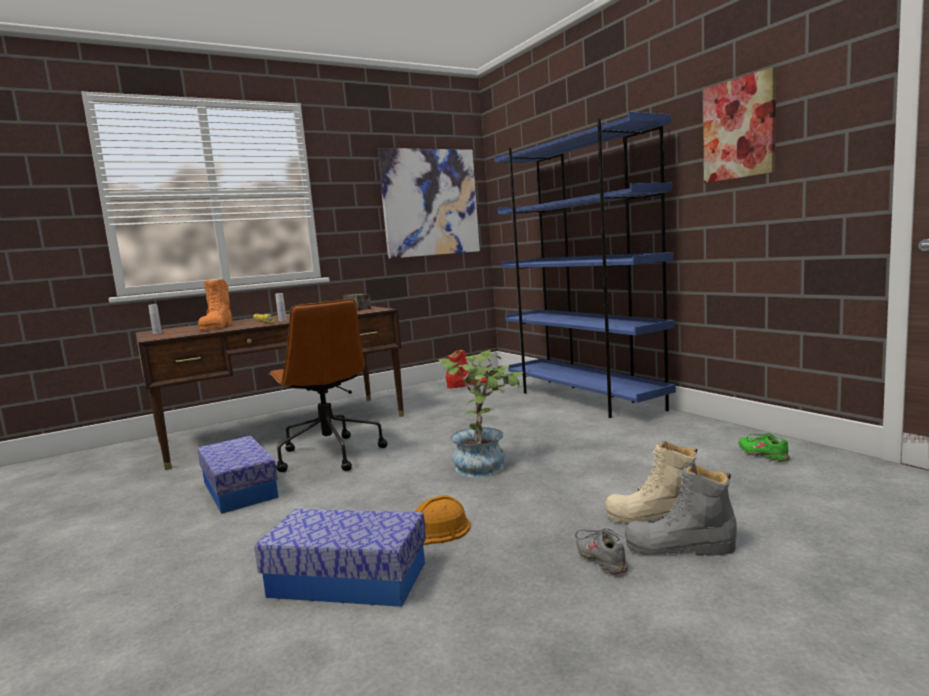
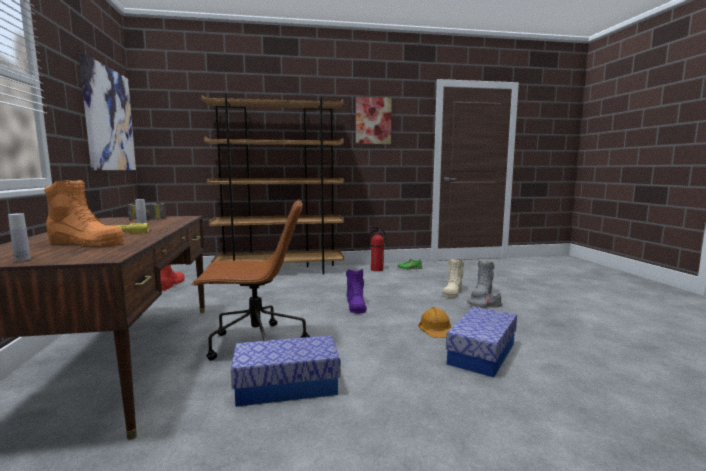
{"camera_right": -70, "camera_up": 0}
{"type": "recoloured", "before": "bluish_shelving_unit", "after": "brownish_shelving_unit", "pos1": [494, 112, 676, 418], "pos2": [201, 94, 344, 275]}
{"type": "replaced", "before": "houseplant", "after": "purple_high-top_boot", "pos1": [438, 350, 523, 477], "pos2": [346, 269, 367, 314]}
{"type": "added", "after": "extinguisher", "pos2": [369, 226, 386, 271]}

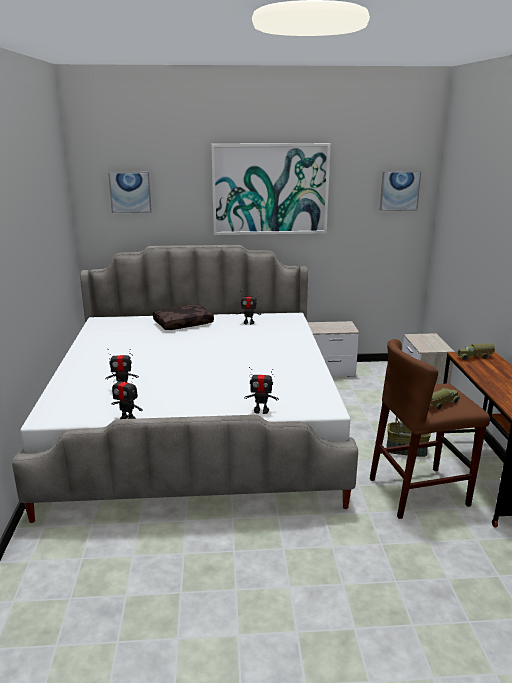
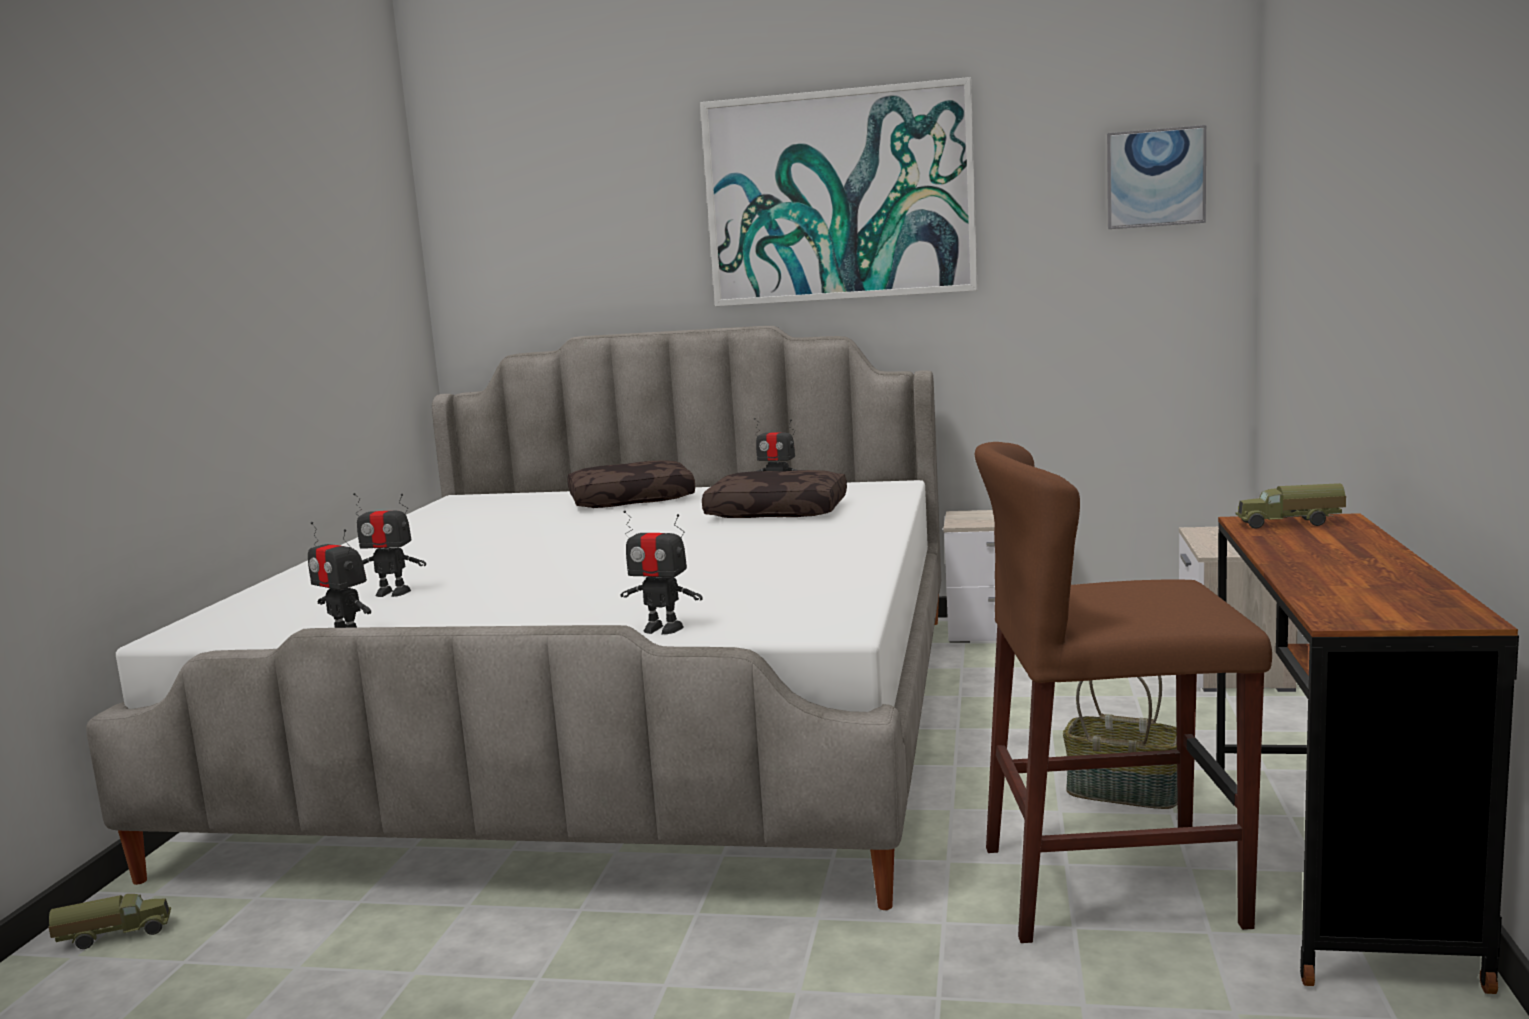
{"camera_right": 15, "camera_up": -10}
{"type": "removed", "before": "wall_art", "pos1": [108, 172, 152, 213]}
{"type": "moved", "before": "toy_truck", "pos1": [430, 388, 461, 409], "pos2": [49, 894, 171, 949]}
{"type": "added", "after": "brownish_pillow", "pos2": [702, 470, 847, 518]}

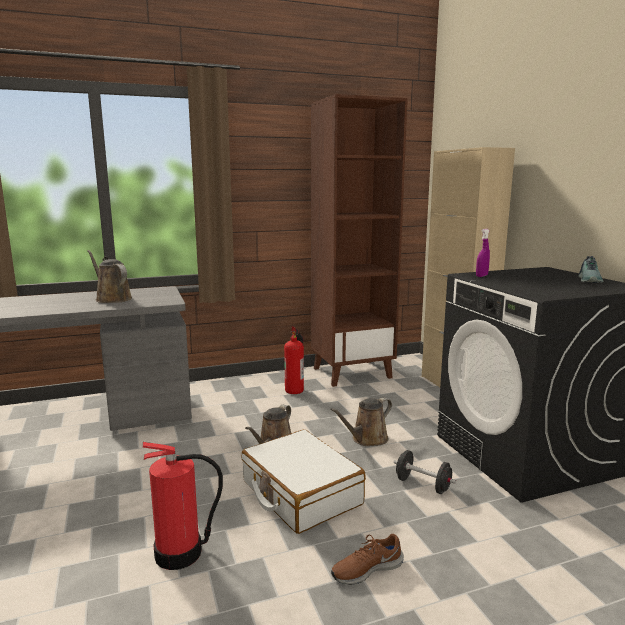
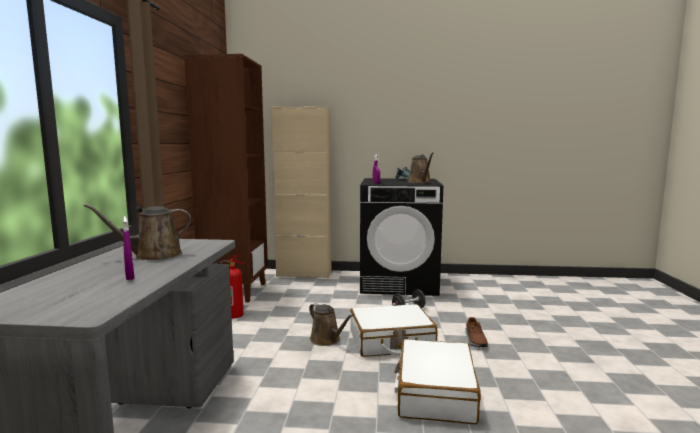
{"camera_right": -65, "camera_up": -5}
{"type": "moved", "before": "brownish_watering_pot", "pos1": [330, 398, 392, 446], "pos2": [408, 152, 434, 183]}
{"type": "replaced", "before": "extinguisher", "after": "whitish_travel_case", "pos1": [143, 442, 223, 570], "pos2": [395, 339, 481, 424]}
{"type": "added", "after": "purple_hand_sprayer", "pos2": [123, 216, 134, 280]}

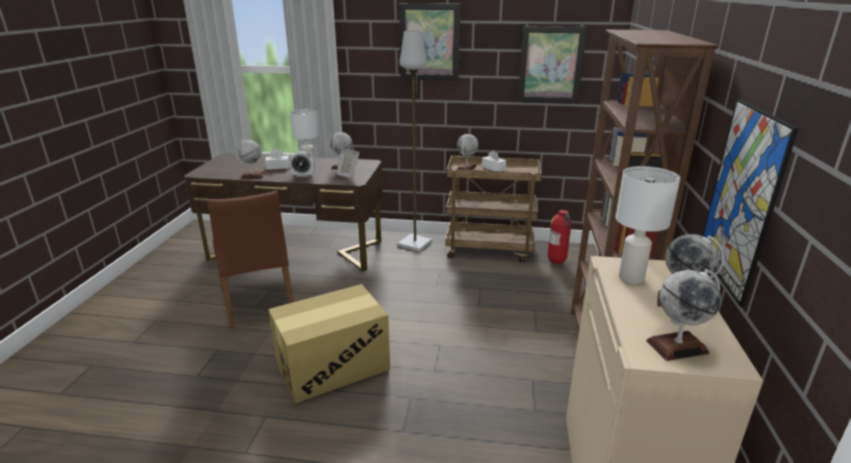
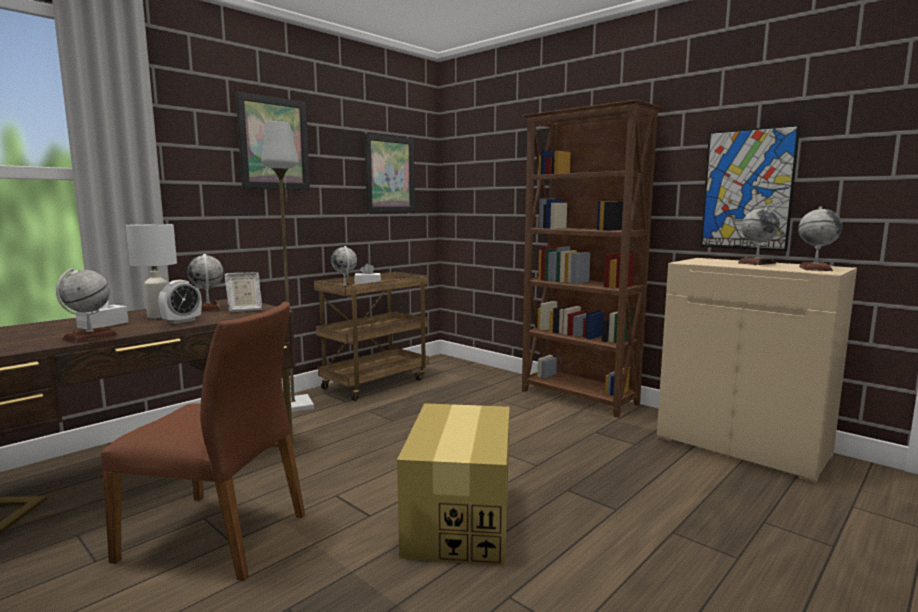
{"camera_right": -55, "camera_up": -15}
{"type": "removed", "before": "whitish_tabletop_lamp", "pos1": [615, 166, 680, 284]}
{"type": "removed", "before": "extinguisher", "pos1": [548, 210, 572, 264]}

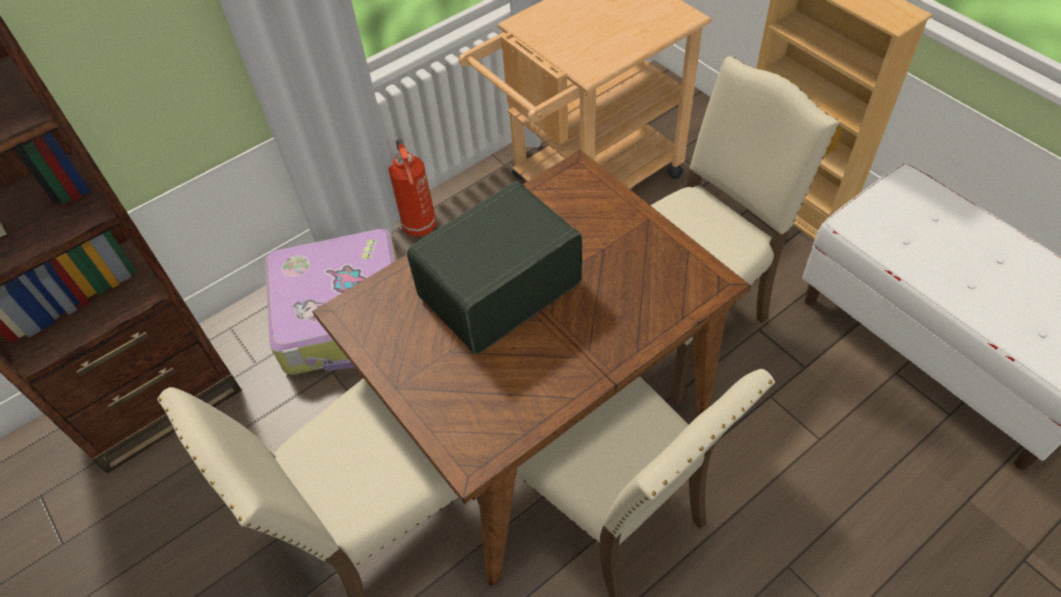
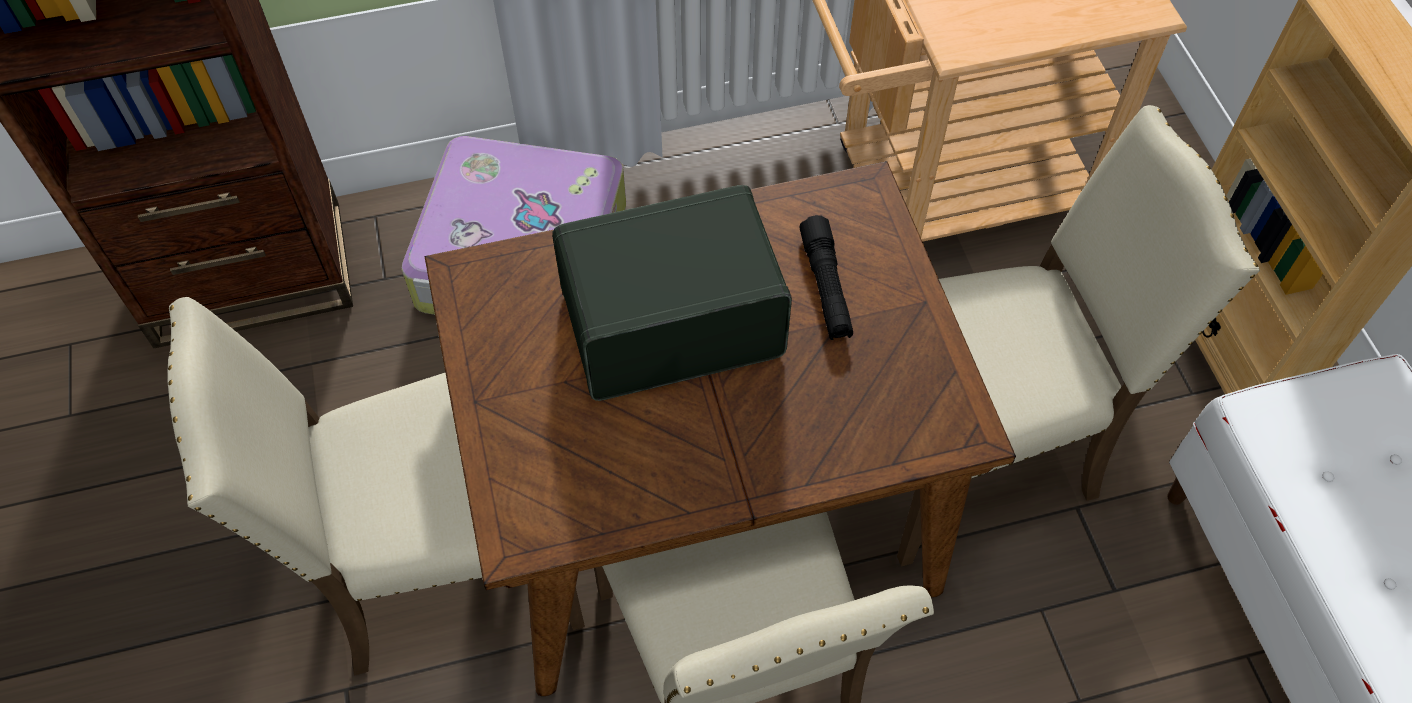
{"camera_right": 20, "camera_up": 5}
{"type": "removed", "before": "extinguisher", "pos1": [388, 139, 436, 237]}
{"type": "added", "after": "blackish_hand_torch", "pos2": [800, 215, 853, 340]}

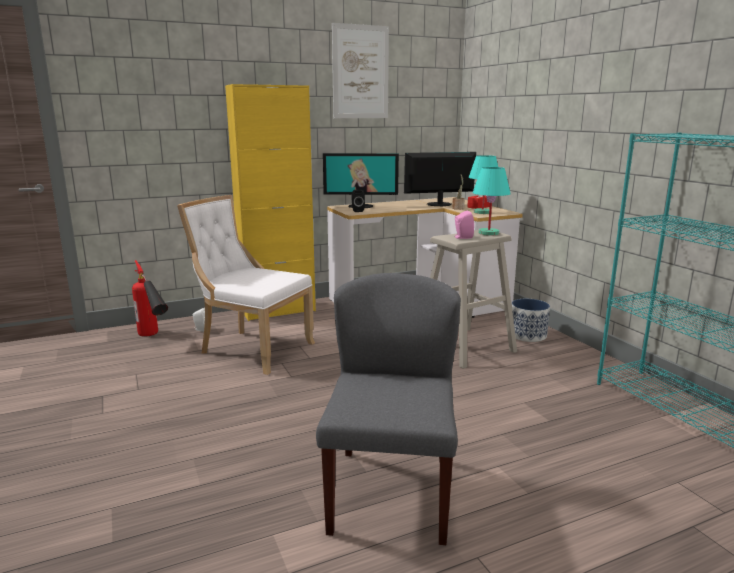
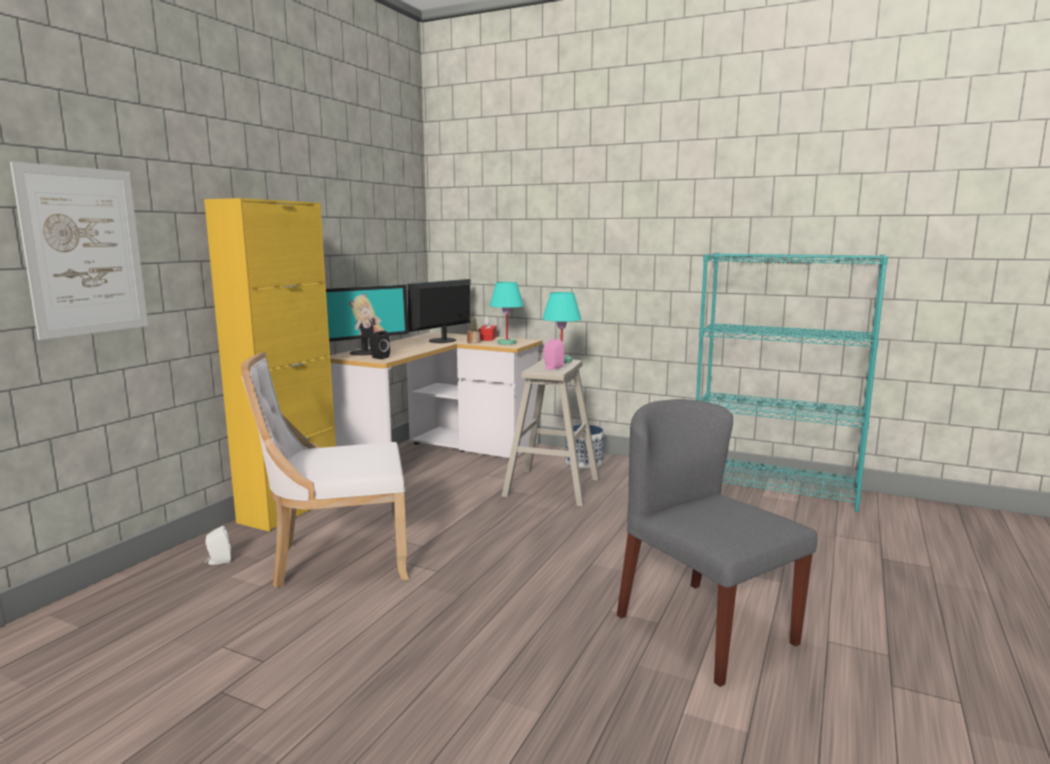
{"camera_right": -40, "camera_up": -5}
{"type": "moved", "before": "wall_art", "pos1": [332, 23, 389, 118], "pos2": [10, 162, 148, 340]}
{"type": "removed", "before": "extinguisher", "pos1": [132, 260, 168, 337]}

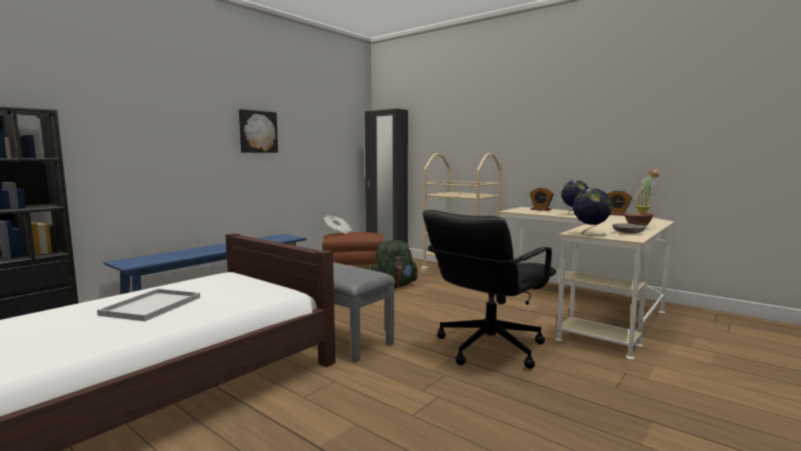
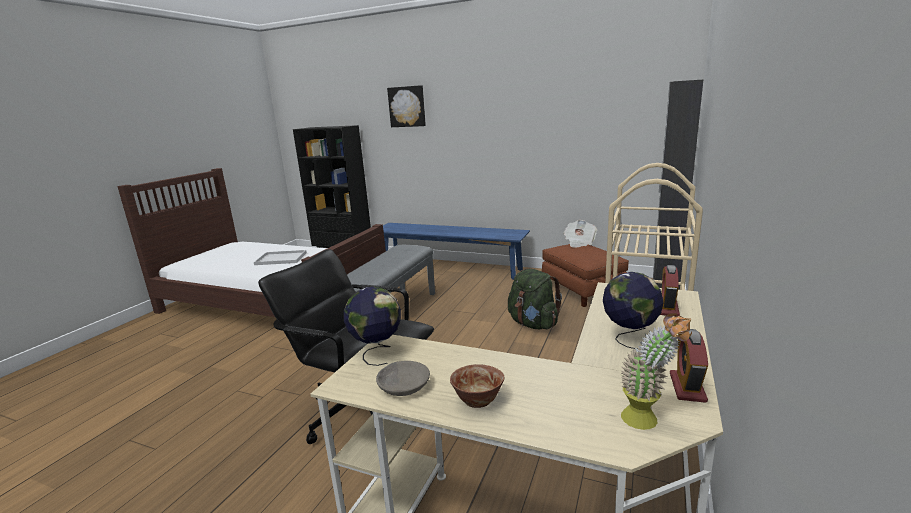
{"camera_right": 75, "camera_up": 10}
{"type": "moved", "before": "wall_art", "pos1": [239, 109, 278, 153], "pos2": [387, 85, 426, 127]}

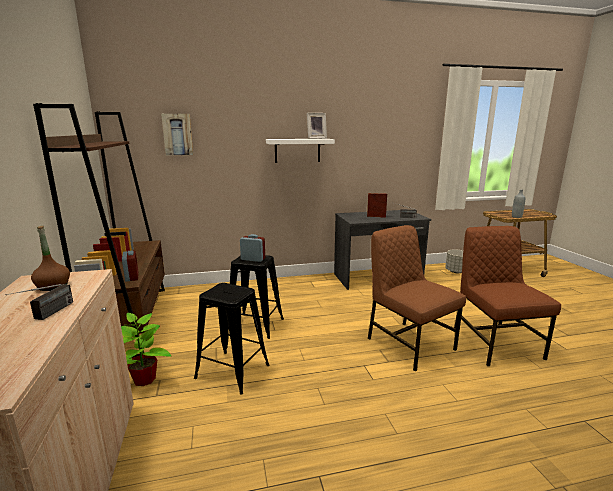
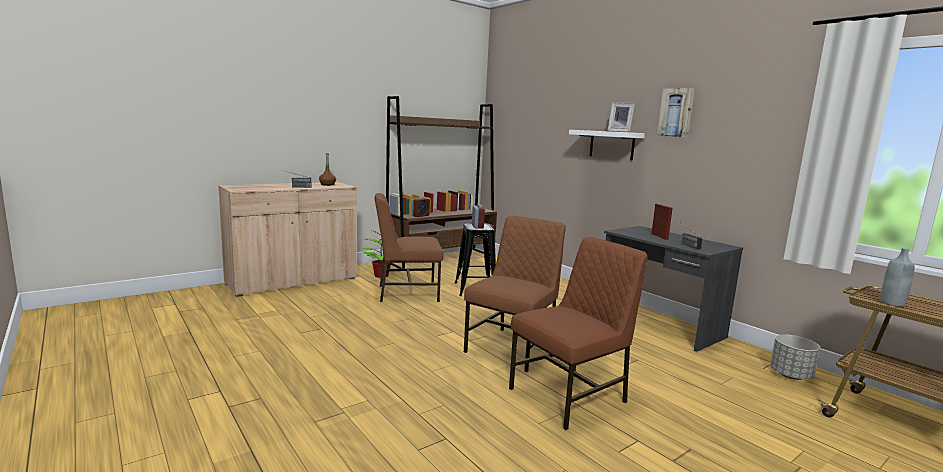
{"camera_right": 65, "camera_up": -5}
{"type": "moved", "before": "wall_art", "pos1": [161, 114, 193, 155], "pos2": [657, 88, 695, 137]}
{"type": "replaced", "before": "blackish_stool_seat", "after": "brownish_chair", "pos1": [194, 283, 270, 395], "pos2": [375, 193, 444, 302]}

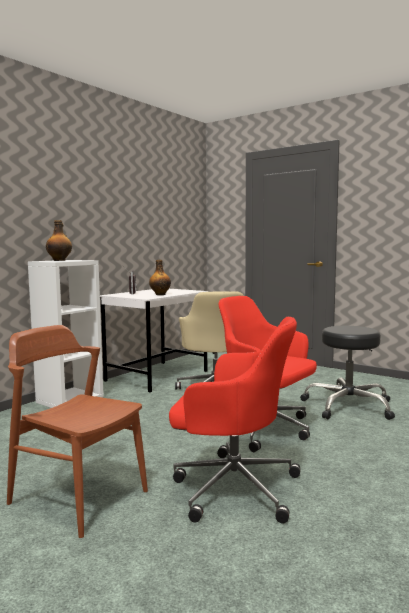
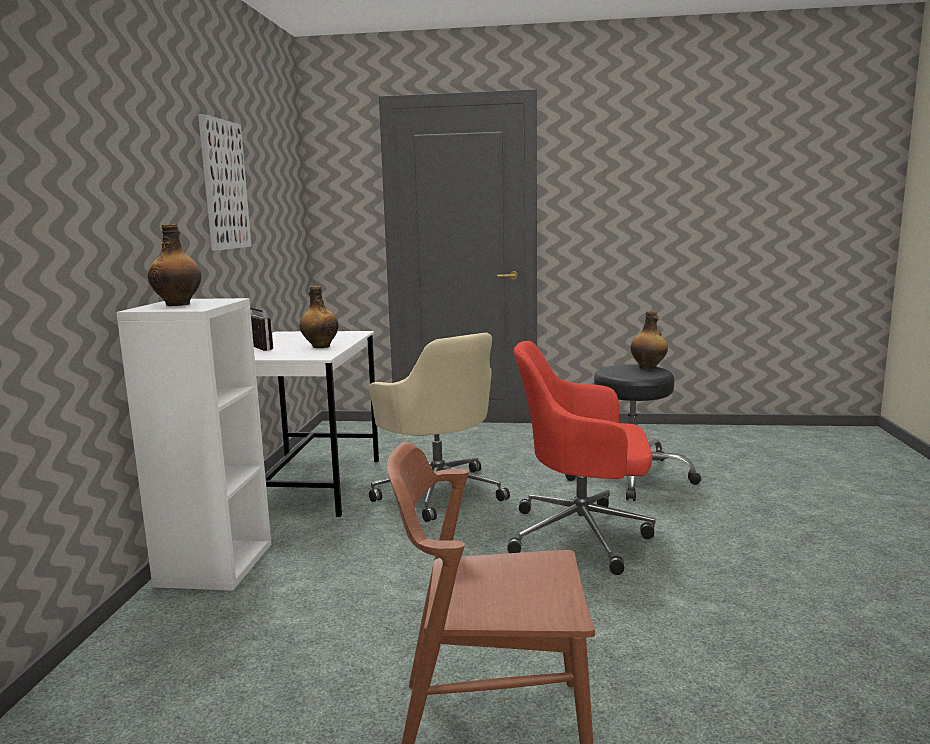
{"camera_right": -30, "camera_up": 5}
{"type": "removed", "before": "reddish_desk_chair", "pos1": [169, 317, 301, 523]}
{"type": "added", "after": "wall_art", "pos2": [198, 114, 252, 251]}
{"type": "added", "after": "drink_bottle", "pos2": [630, 311, 668, 370]}

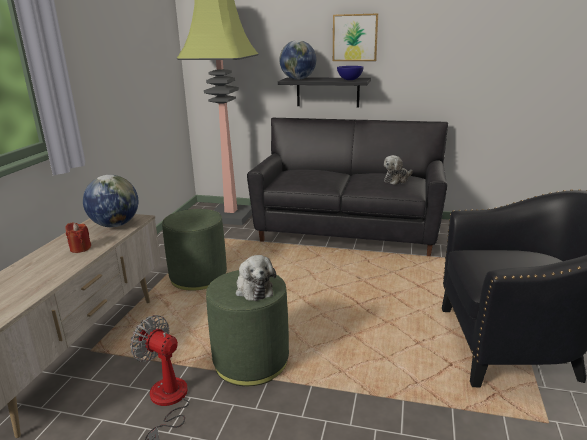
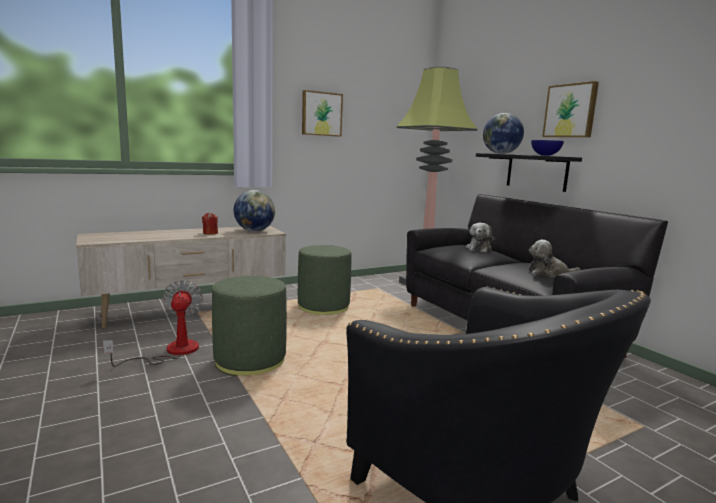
{"camera_right": 45, "camera_up": -10}
{"type": "moved", "before": "plush_toy", "pos1": [236, 255, 276, 301], "pos2": [466, 223, 495, 252]}
{"type": "added", "after": "wall_art", "pos2": [302, 90, 343, 137]}

